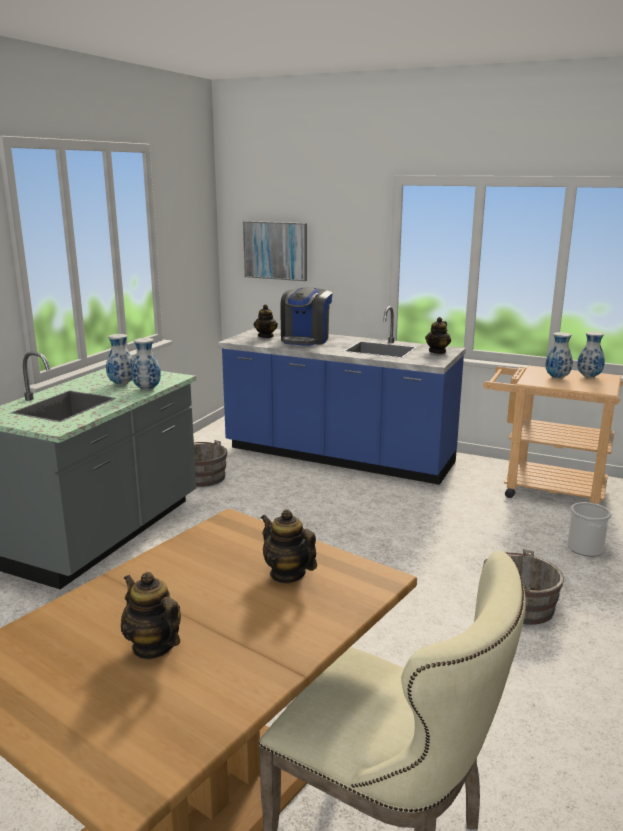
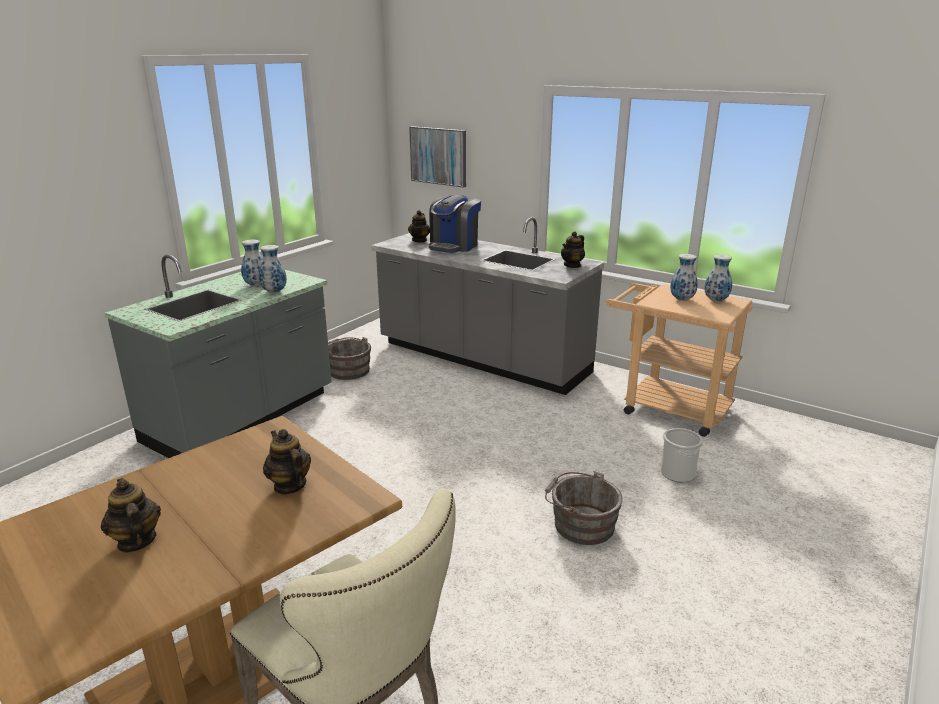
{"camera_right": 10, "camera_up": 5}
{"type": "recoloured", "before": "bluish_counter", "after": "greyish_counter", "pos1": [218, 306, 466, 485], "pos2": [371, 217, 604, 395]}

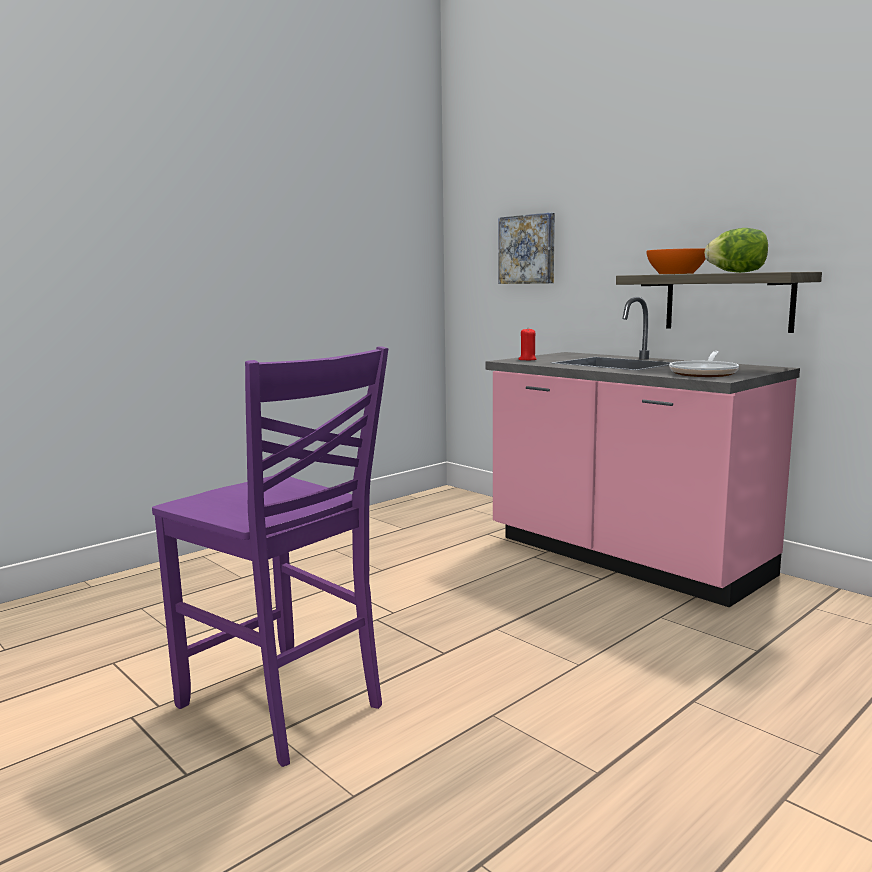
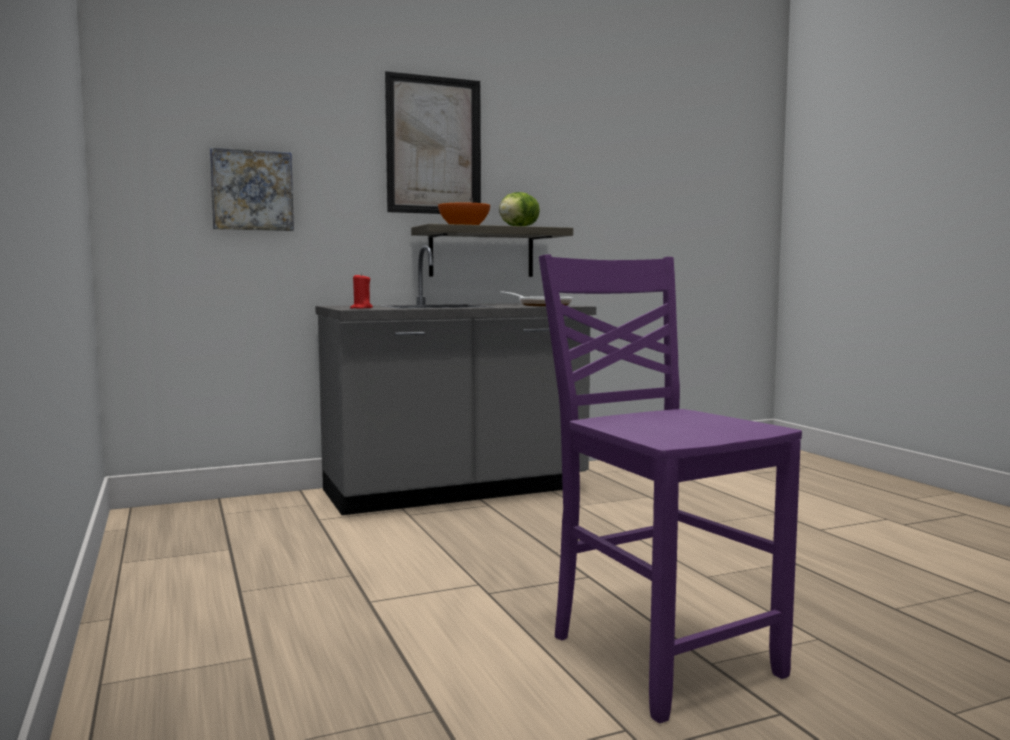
{"camera_right": -70, "camera_up": -5}
{"type": "recoloured", "before": "pink_counter", "after": "greyish_counter", "pos1": [485, 297, 800, 608], "pos2": [315, 246, 596, 515]}
{"type": "turned", "before": "purple_chair", "pos1": [152, 346, 388, 767], "pos2": [539, 254, 802, 723], "turn": -90}
{"type": "added", "after": "wall_art", "pos2": [385, 71, 481, 214]}

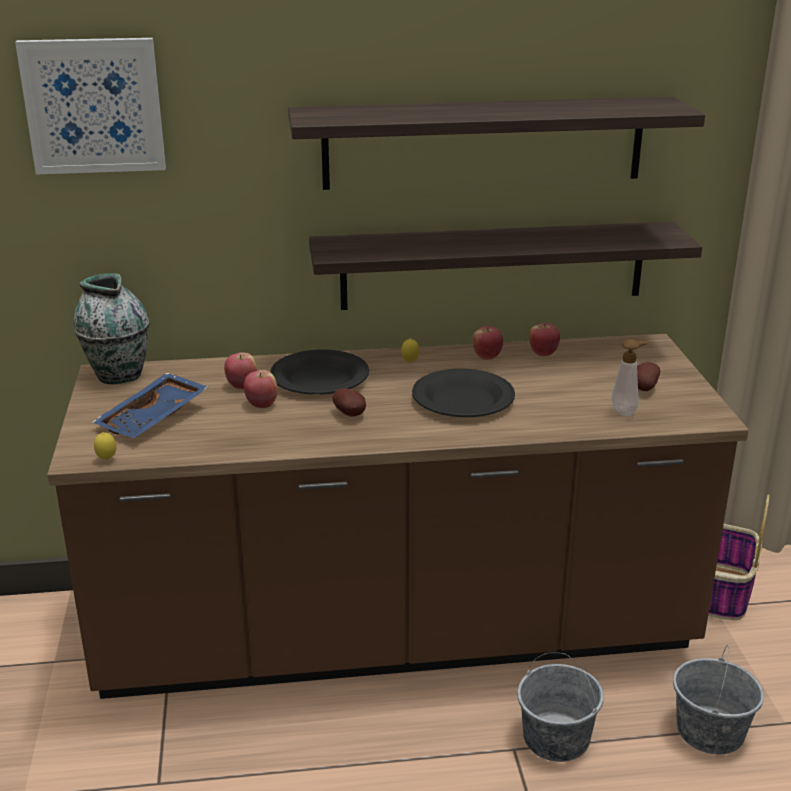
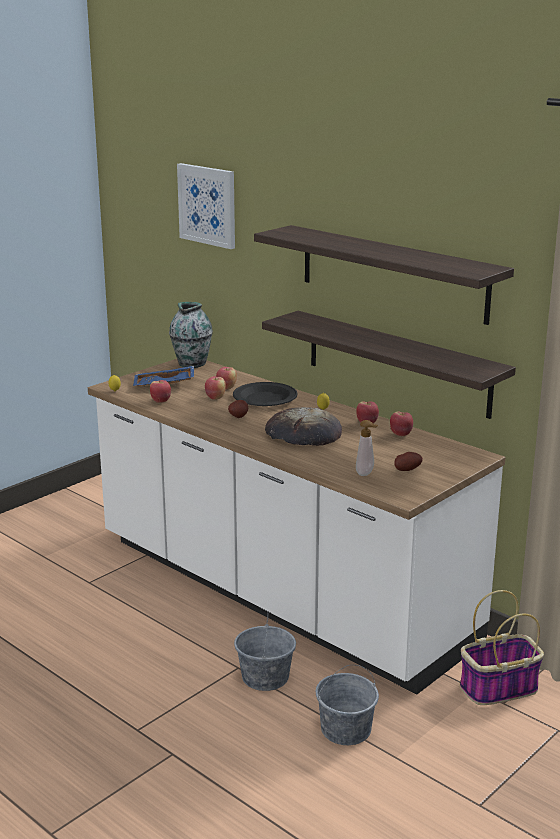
{"camera_right": 50, "camera_up": -5}
{"type": "recoloured", "before": "brownish_counter", "after": "whitish_counter", "pos1": [47, 334, 749, 699], "pos2": [88, 359, 506, 695]}
{"type": "replaced", "before": "blackish_dinner_plate", "after": "bakery_bread", "pos1": [412, 369, 515, 417], "pos2": [265, 407, 342, 446]}
{"type": "added", "after": "apple_fruit", "pos2": [150, 380, 171, 403]}

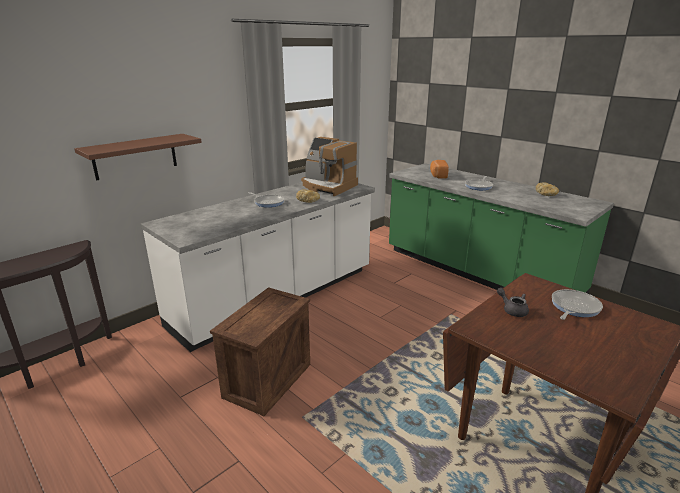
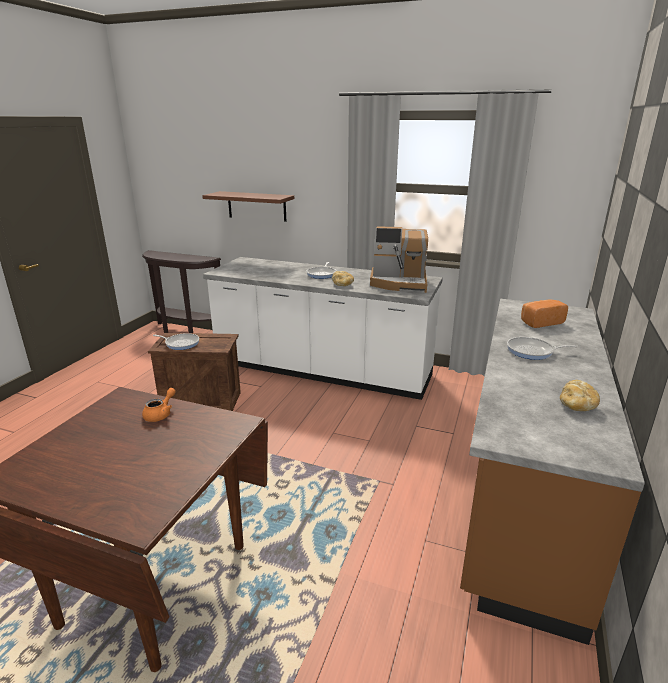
{"camera_right": 65, "camera_up": 0}
{"type": "turned", "before": "coffee_maker", "pos1": [301, 137, 358, 196], "pos2": [370, 226, 428, 293], "turn": -90}
{"type": "recoloured", "before": "green-coloured_counter", "after": "brownish_counter", "pos1": [389, 163, 614, 294], "pos2": [460, 299, 645, 645]}
{"type": "recoloured", "before": "greyish_pot_for_tea", "after": "orange-coloured_pot_for_tea", "pos1": [497, 287, 529, 317], "pos2": [142, 388, 176, 422]}
{"type": "moved", "before": "frying_pan", "pos1": [552, 289, 603, 320], "pos2": [153, 333, 199, 350]}

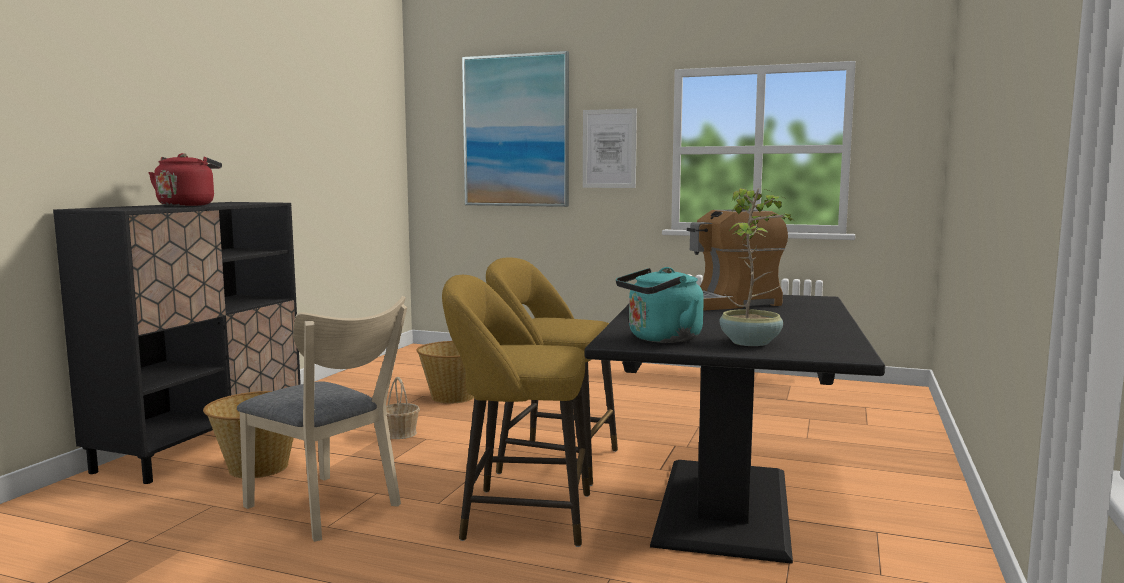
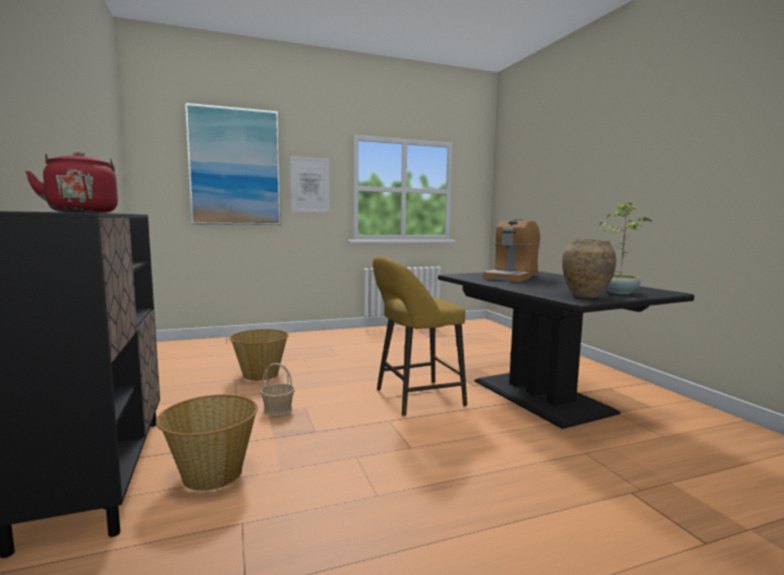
{"camera_right": -40, "camera_up": 0}
{"type": "replaced", "before": "blue-green_tea_kettle", "after": "brownish_decorative_vase", "pos1": [616, 267, 704, 343], "pos2": [562, 239, 616, 298]}
{"type": "removed", "before": "yellowish_stool_seat", "pos1": [442, 275, 590, 547]}
{"type": "removed", "before": "beige_chair", "pos1": [237, 296, 407, 542]}

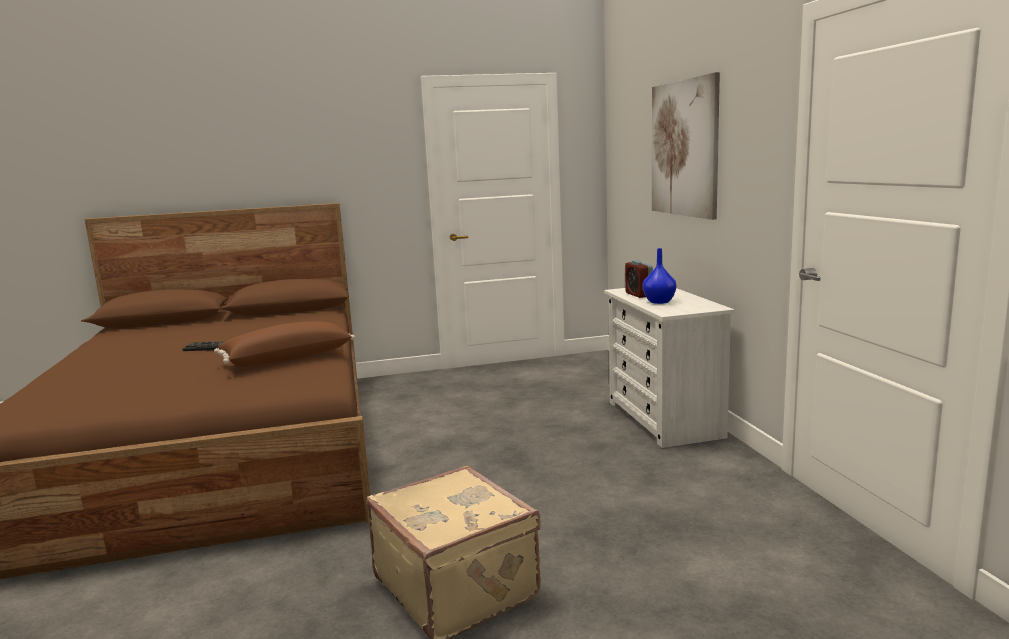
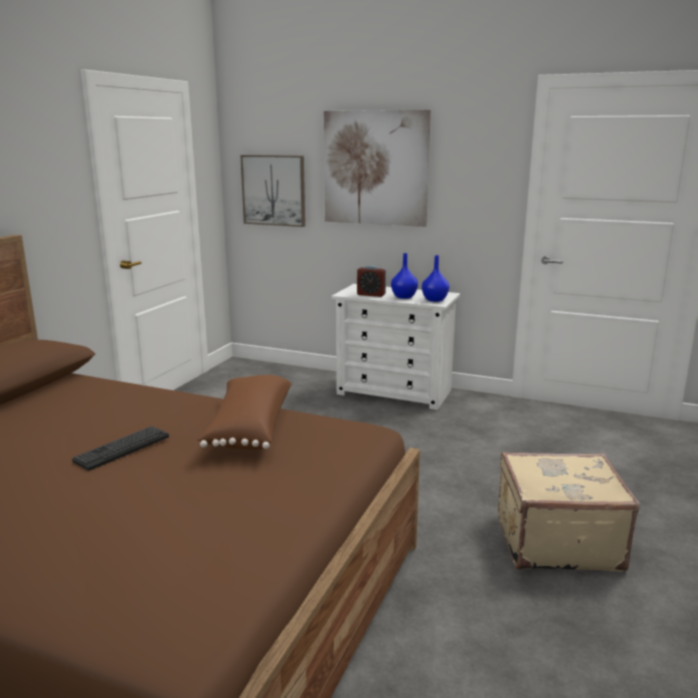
{"camera_right": -55, "camera_up": 5}
{"type": "added", "after": "wall_art", "pos2": [240, 155, 305, 227]}
{"type": "added", "after": "bluish_decorative_vase", "pos2": [422, 255, 449, 302]}

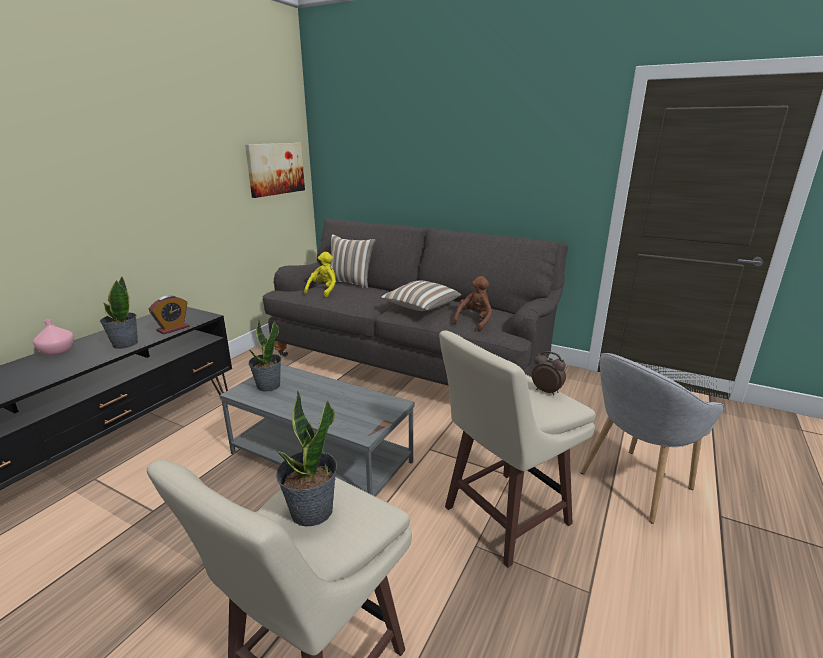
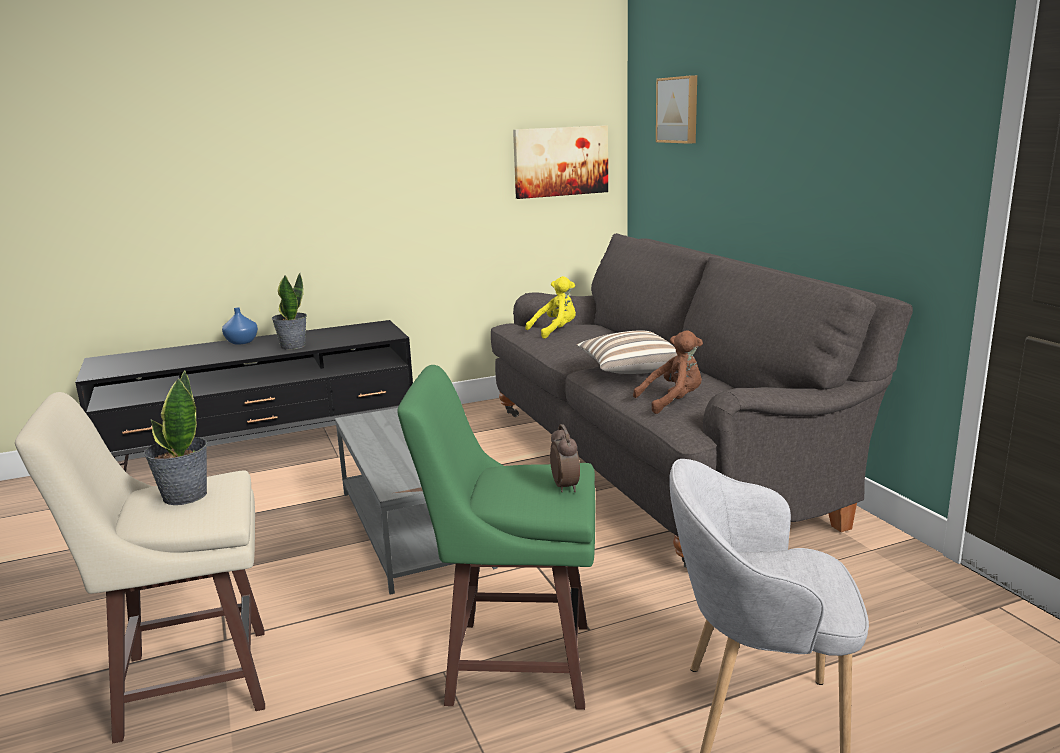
{"camera_right": 40, "camera_up": -5}
{"type": "removed", "before": "pillow", "pos1": [330, 234, 376, 289]}
{"type": "removed", "before": "bedside_clock", "pos1": [149, 295, 189, 335]}
{"type": "recoloured", "before": "pink_decorative_vase", "after": "bluish_decorative_vase", "pos1": [33, 319, 74, 356], "pos2": [222, 307, 258, 345]}
{"type": "removed", "before": "houseplant", "pos1": [248, 319, 282, 392]}
{"type": "recoloured", "before": "beige_stool_seat", "after": "green-coloured_stool_seat", "pos1": [439, 330, 596, 568], "pos2": [397, 365, 595, 710]}
{"type": "added", "after": "wall_art", "pos2": [656, 75, 697, 144]}

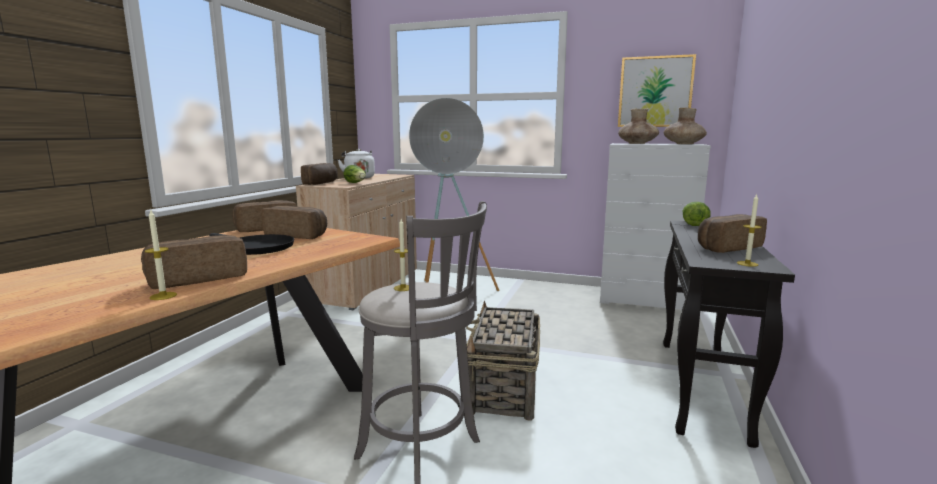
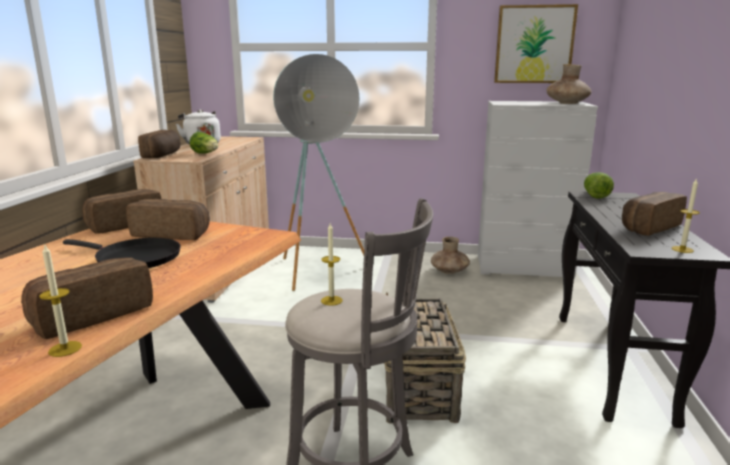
{"camera_right": -10, "camera_up": 5}
{"type": "moved", "before": "brownish_decorative_vase", "pos1": [618, 109, 659, 144], "pos2": [431, 237, 470, 274]}

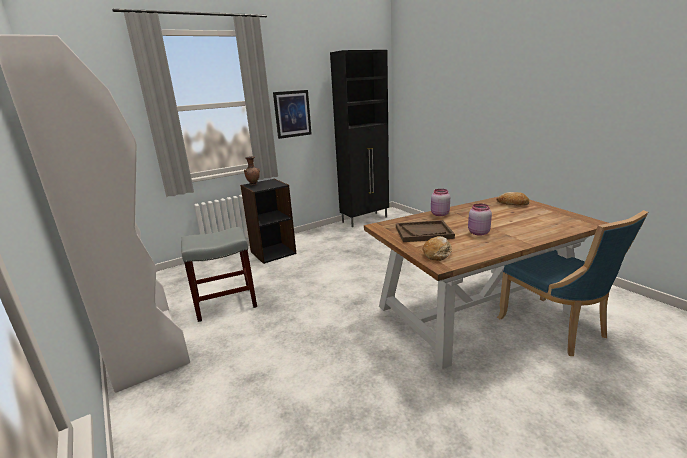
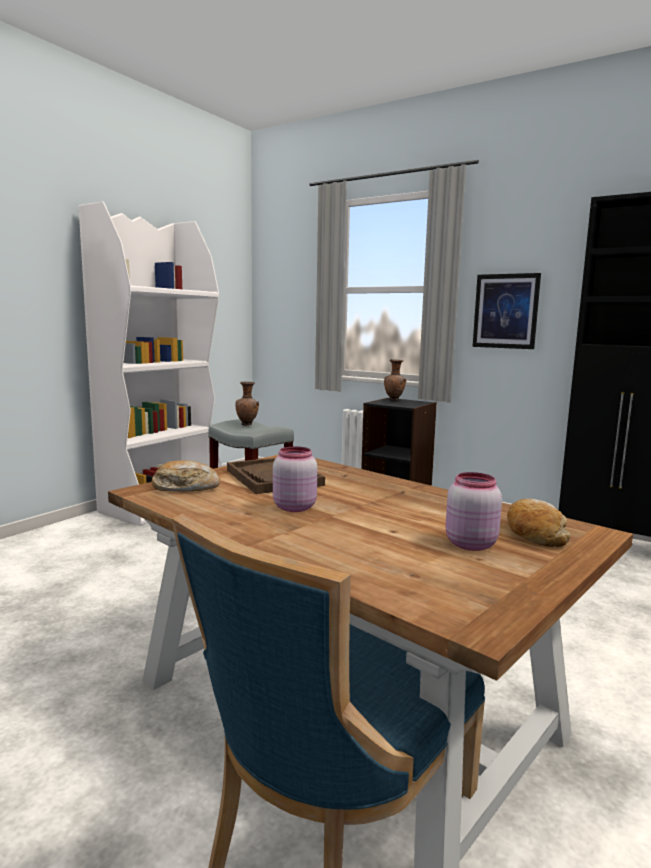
{"camera_right": 65, "camera_up": -10}
{"type": "moved", "before": "pink_preserve_jar", "pos1": [431, 189, 450, 216], "pos2": [445, 472, 502, 551]}
{"type": "added", "after": "brownish_decorative_vase", "pos2": [235, 382, 259, 426]}

